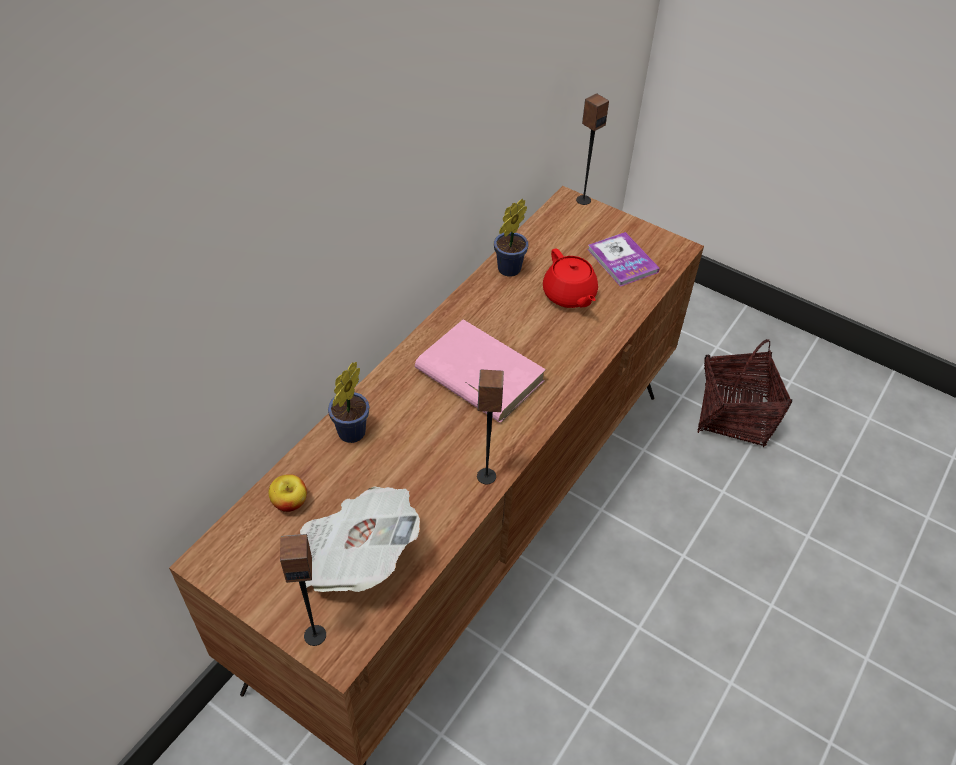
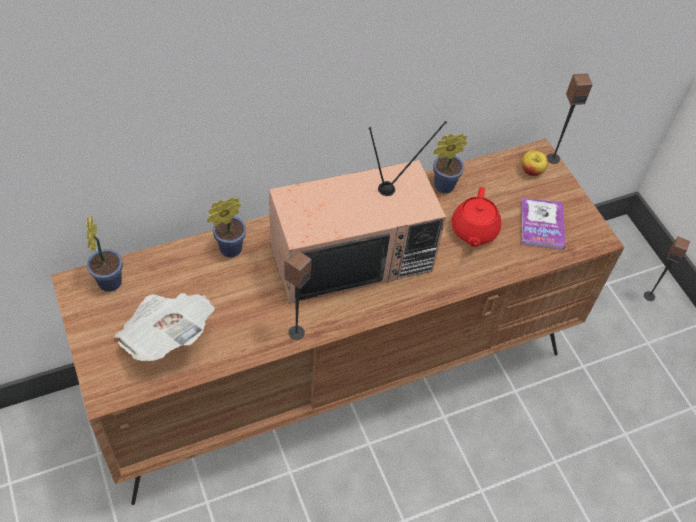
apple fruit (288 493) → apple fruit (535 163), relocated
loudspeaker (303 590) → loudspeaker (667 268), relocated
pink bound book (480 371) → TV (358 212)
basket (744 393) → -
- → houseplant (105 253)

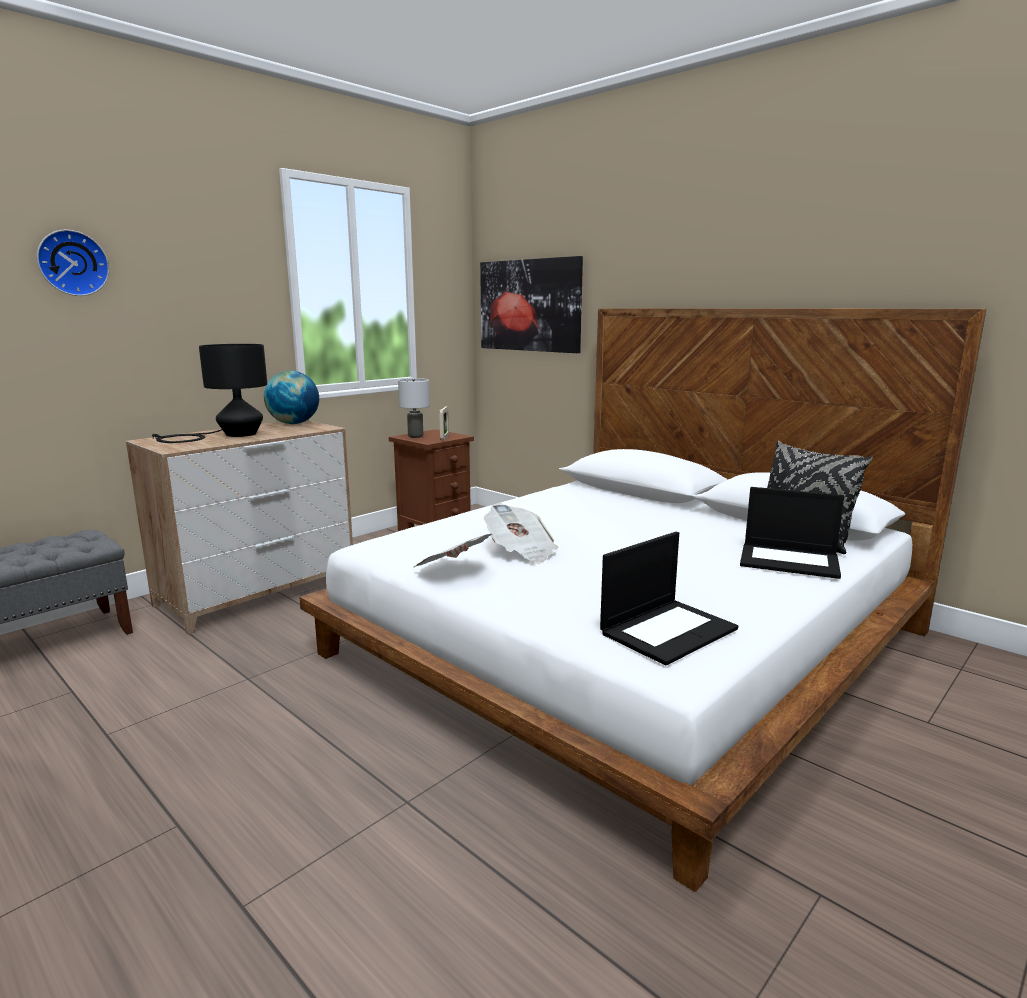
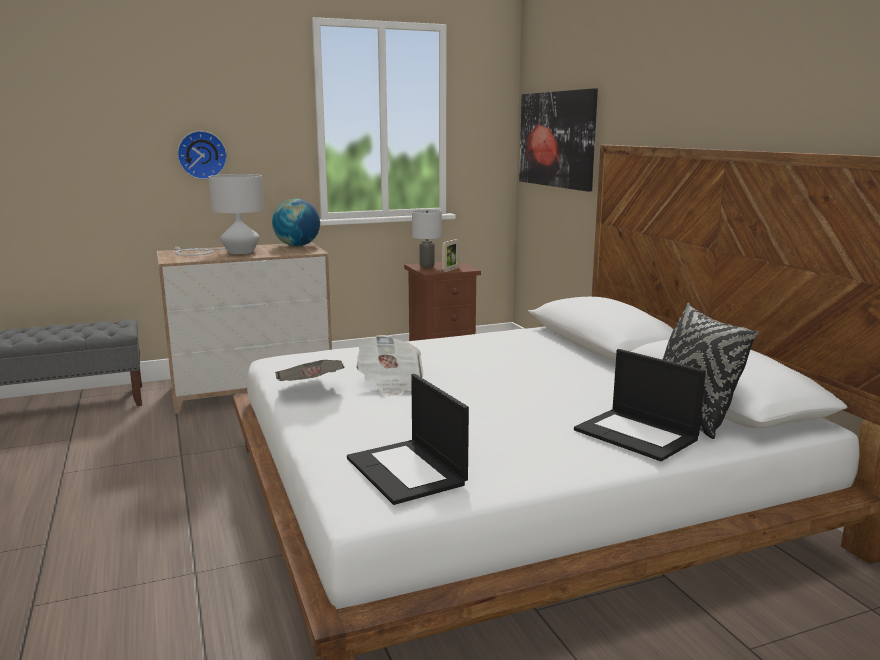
wall clock (73 263) → wall clock (202 155), relocated
black-coloured tabletop lamp (209 393) → white-coloured tabletop lamp (219 215)
notebook computer (669 599) → notebook computer (408 439), 75 degrees clockwise

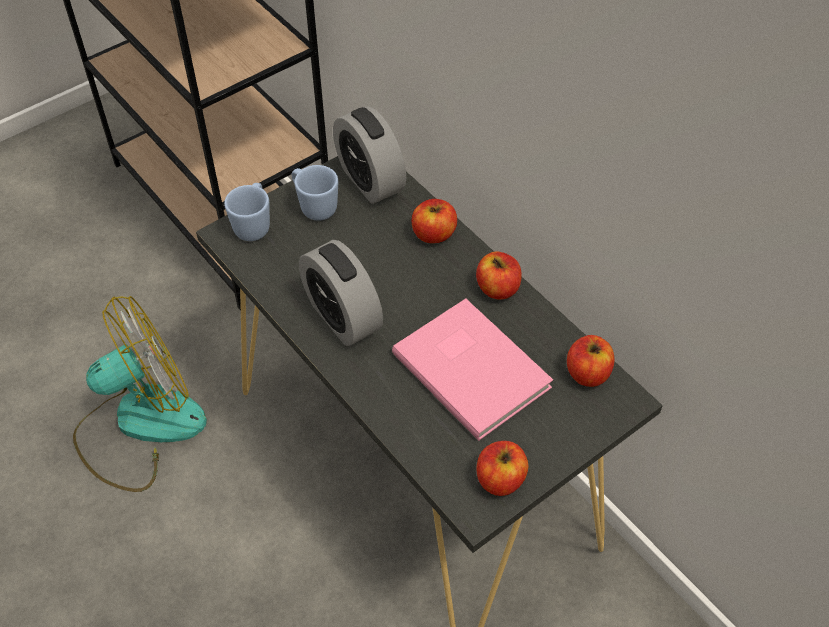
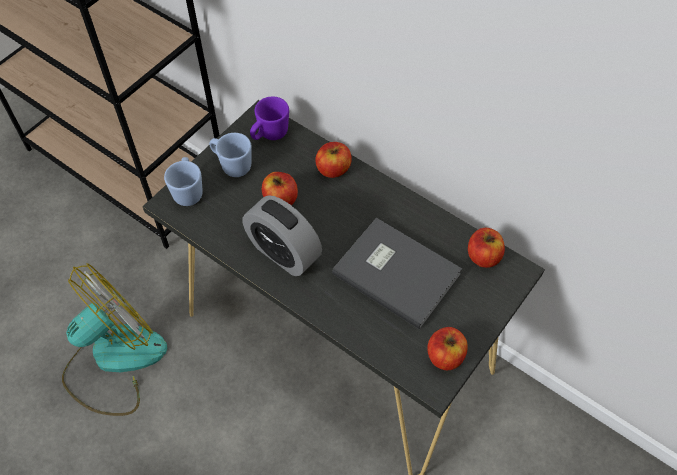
alarm clock (369 155) → purple-coloured coffee mug (269 118)
pink bound book (472 370) → grey bound book (397 273)
apple fruit (499 275) → apple fruit (280 188), relocated

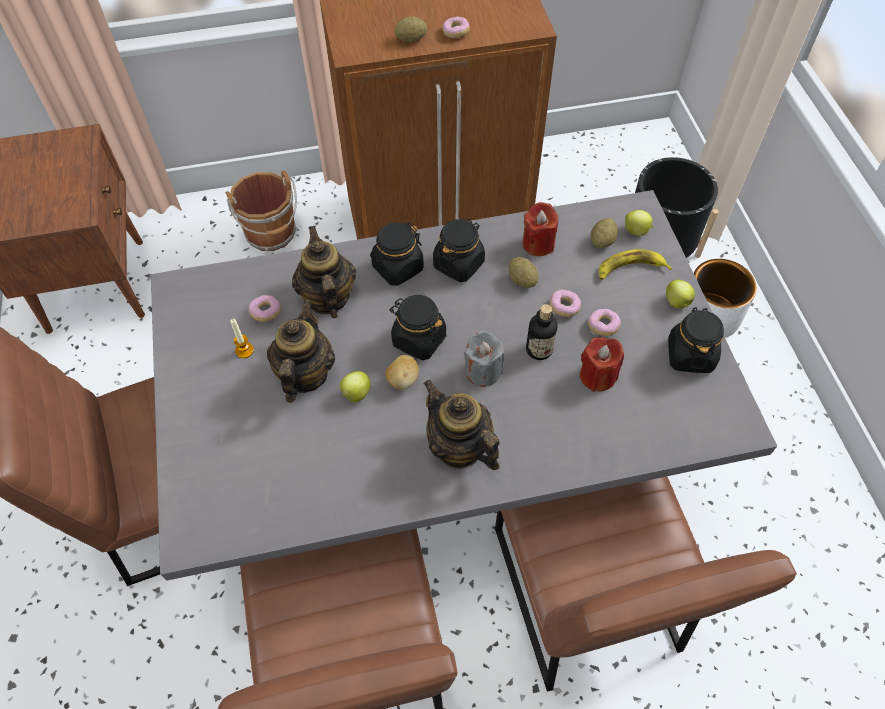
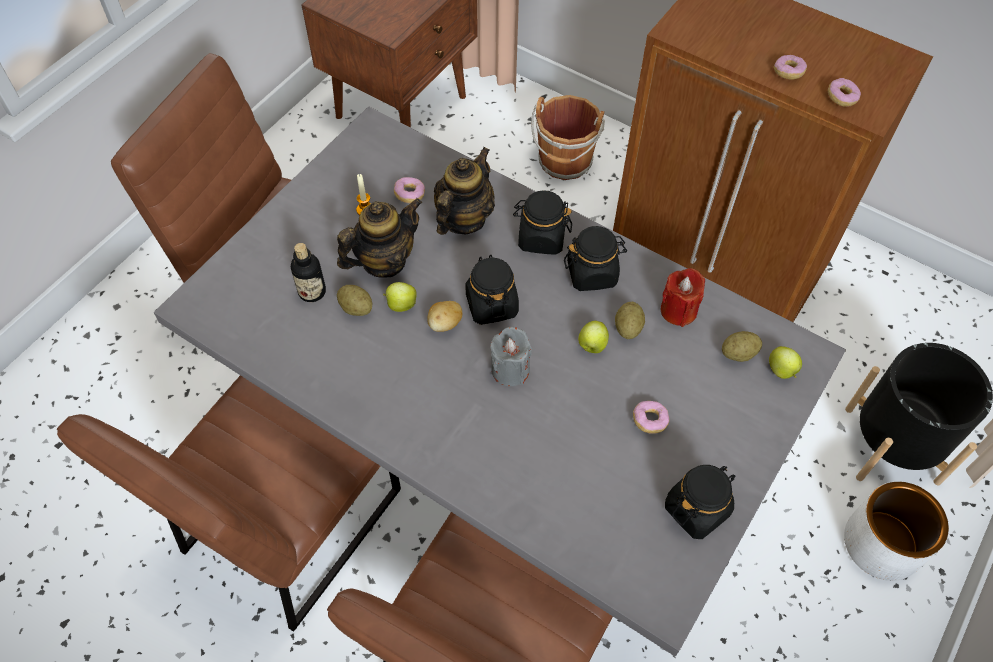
potato (411 30) → potato (354 300), relocated
tea pot (461 425) → -
drink bottle (542 332) → drink bottle (308 272), relocated
doughnut (565 303) → doughnut (844 92), relocated
red wax light (602 364) → -
whole banana (635 264) → -
apple fruit (680 293) → apple fruit (593 337), relocated

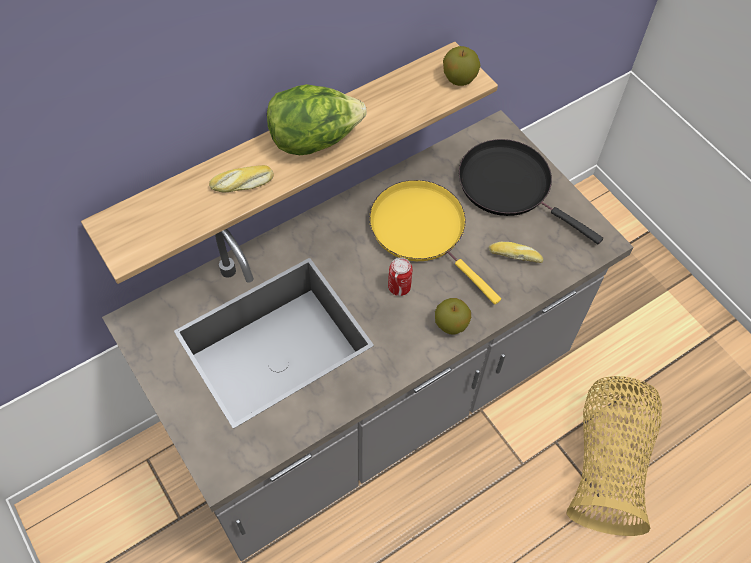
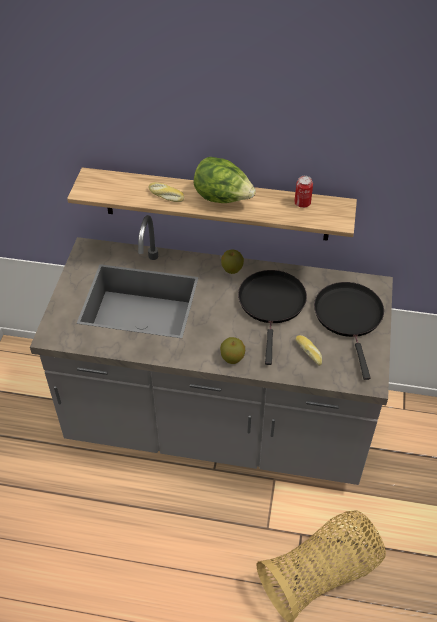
yellow-coloured frying pan (435 242) → black-coloured frying pan (272 317)
metal can (400 276) → metal can (303 192), relocated
apple fruit (461 66) → apple fruit (232 262), relocated

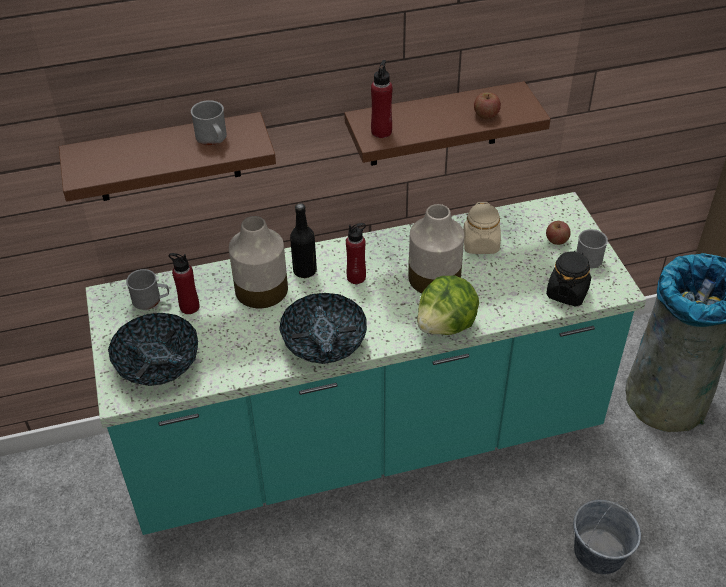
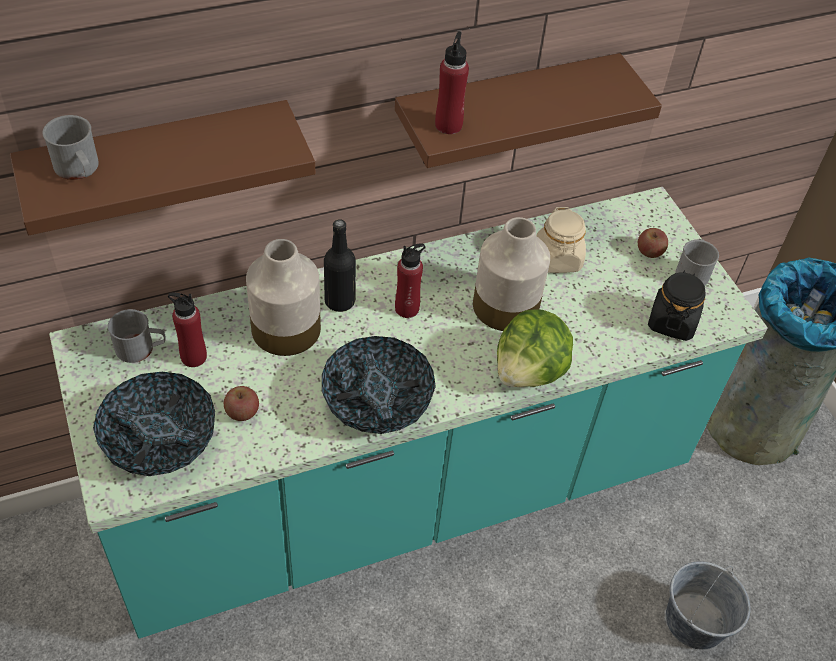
grey coffee mug (209 122) → grey coffee mug (71 147), relocated
apple fruit (487 105) → apple fruit (241 403), relocated

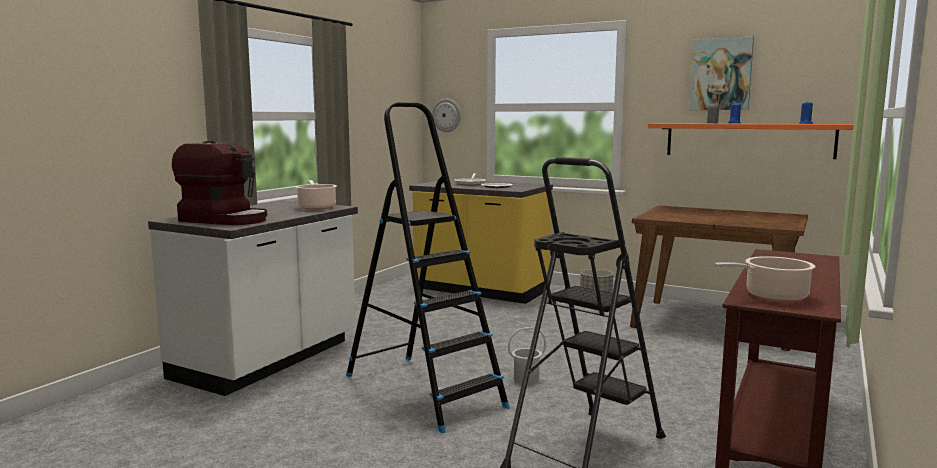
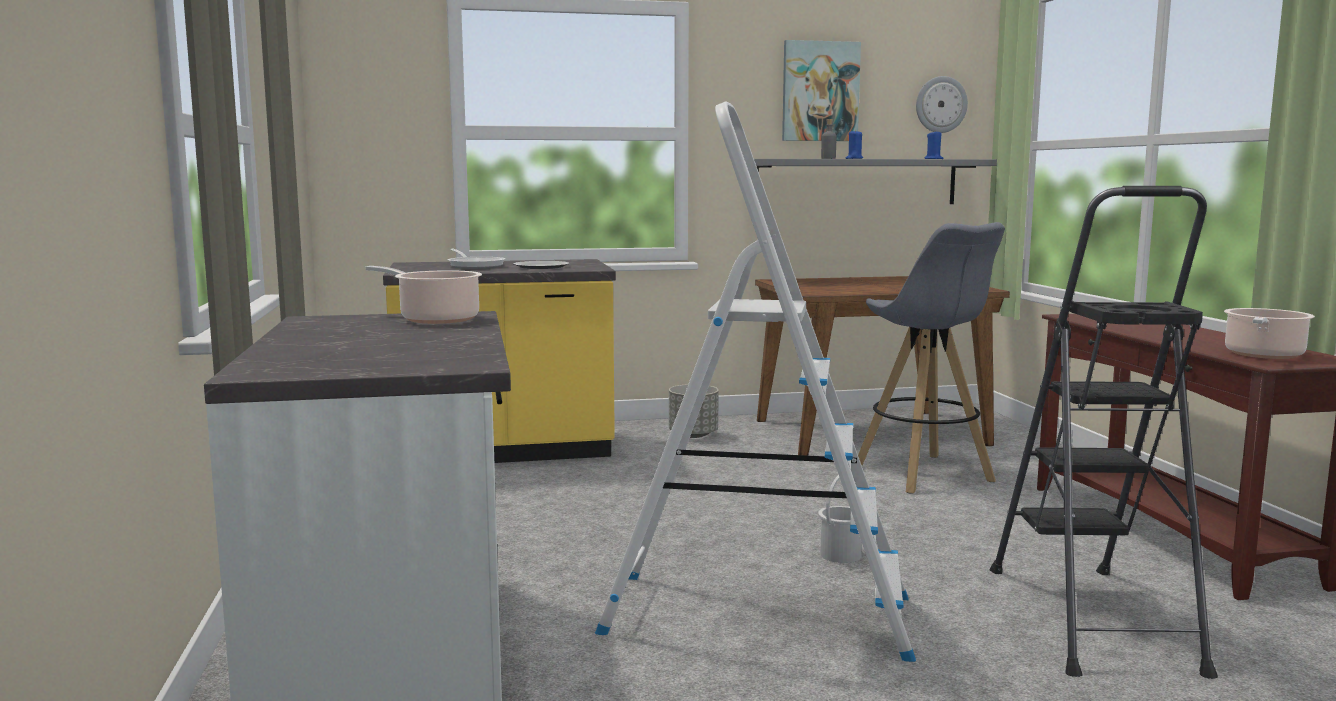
coffee maker (219 183) → -
black-coloured step stool (428 267) → white-coloured step stool (755 382)
wall clock (446 115) → wall clock (942 104), relocated
orange-coloured wall shelf (751 141) → grey wall shelf (875 181)
- → grey stool (931 358)

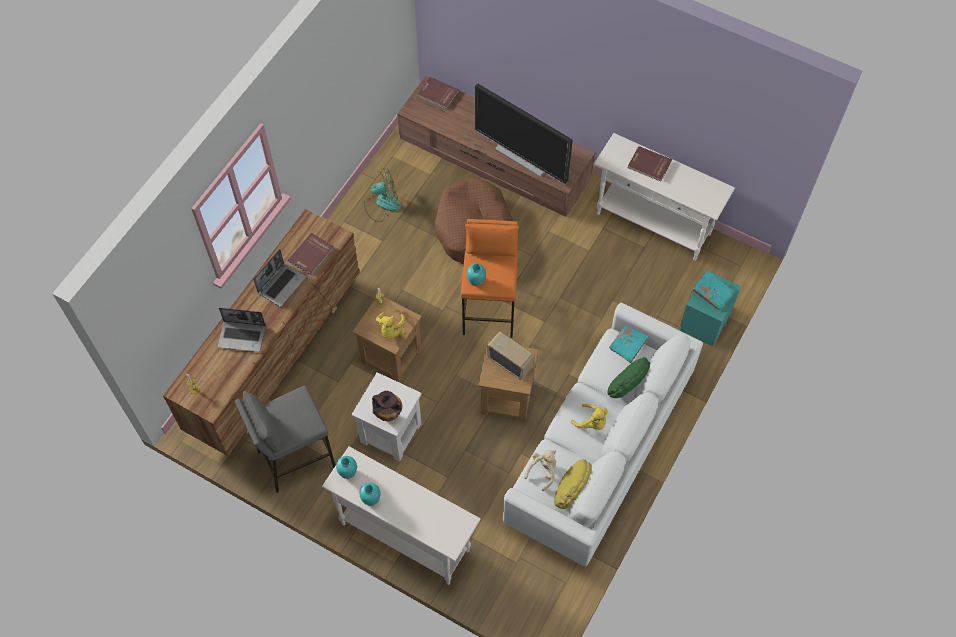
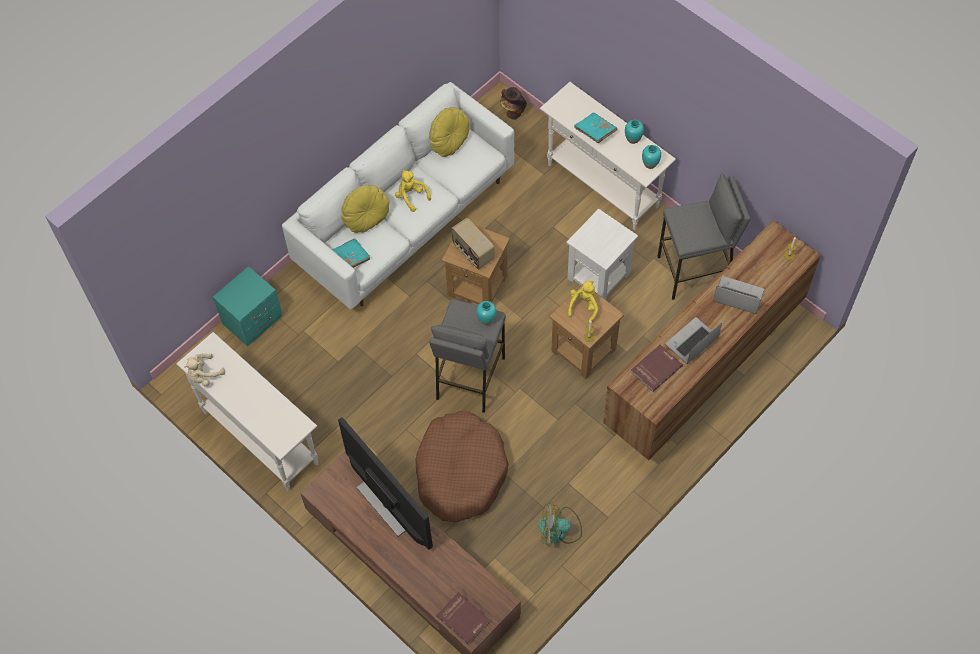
flower vase (387 406) → flower vase (513 103), relocated
orange-coloured stool (490 278) → grey stool (467 356)
beige cuddly toy (540 470) → beige cuddly toy (204 370), relocated
green-coloured cushion (628 377) → yellow-coloured cushion (365 209)
red bound book (650 163) → -
blue-green bound book (713 290) → blue-green bound book (595 128), relocated

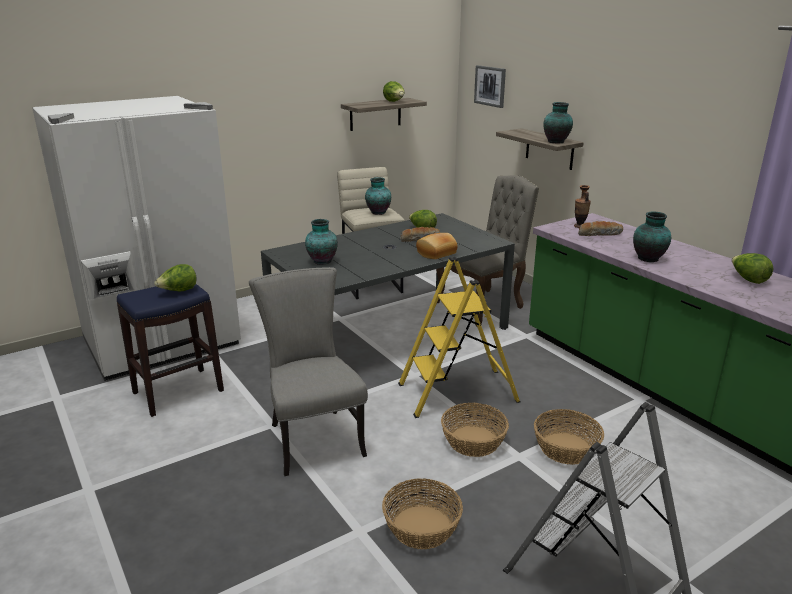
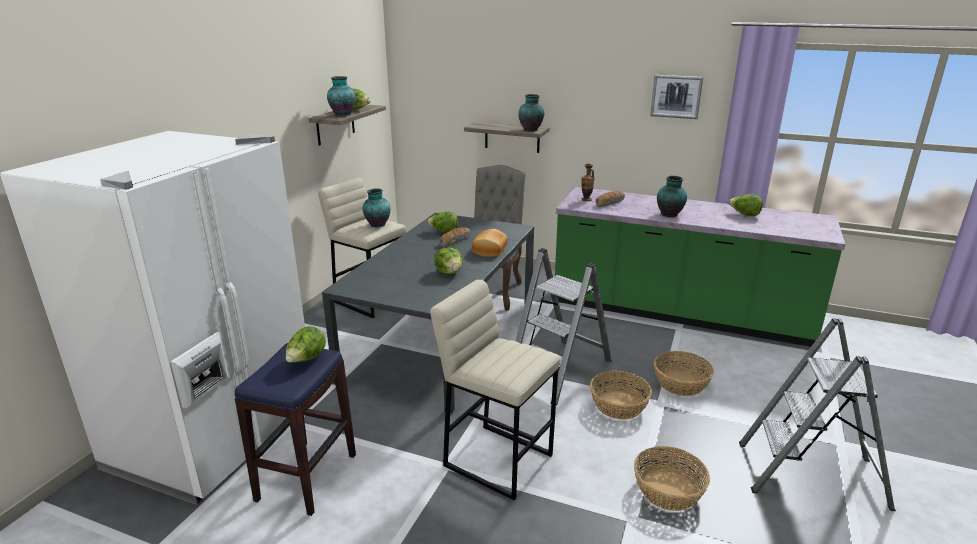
grey chair (308 371) → beige stool (495 390)
flower vase (321 242) → flower vase (341 96), relocated
yellow-coloured step stool (459 337) → grey step stool (564 326)
picture (490 86) → picture (676 97), relocated
- → lettuce head (448 260)

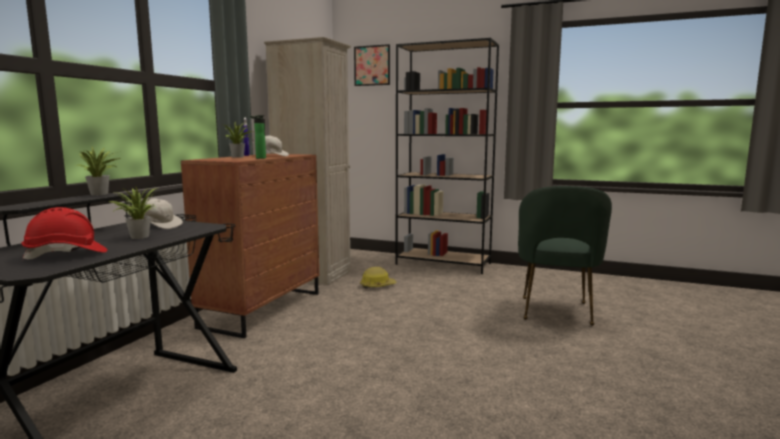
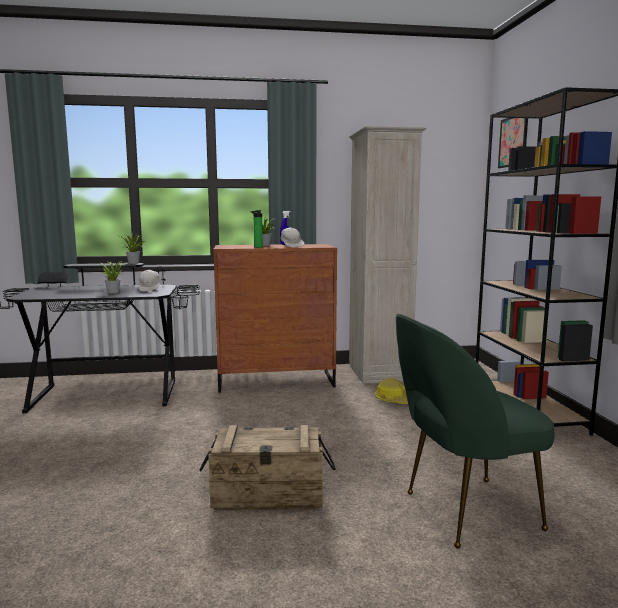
red work helmet (64 233) → -
- → crate (268 467)

